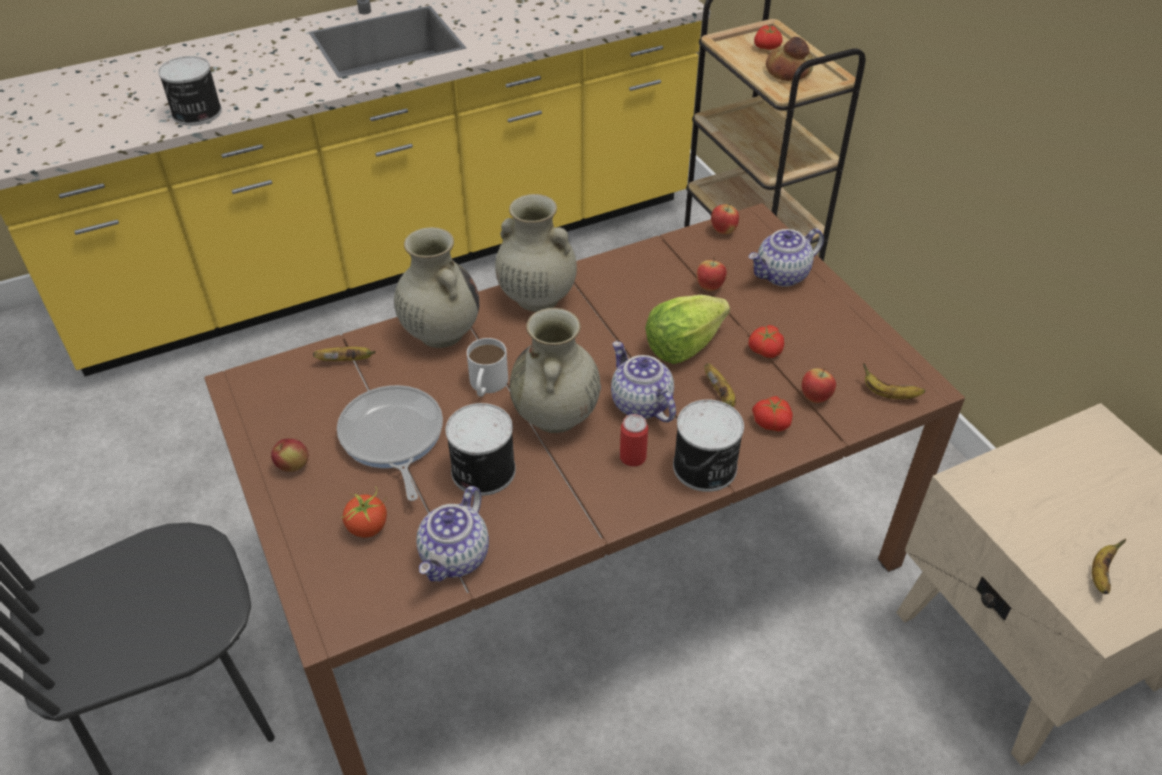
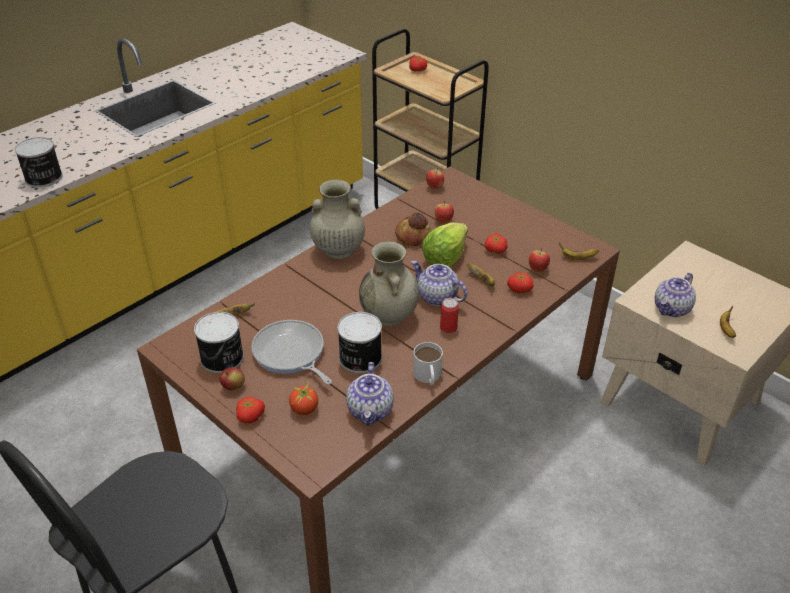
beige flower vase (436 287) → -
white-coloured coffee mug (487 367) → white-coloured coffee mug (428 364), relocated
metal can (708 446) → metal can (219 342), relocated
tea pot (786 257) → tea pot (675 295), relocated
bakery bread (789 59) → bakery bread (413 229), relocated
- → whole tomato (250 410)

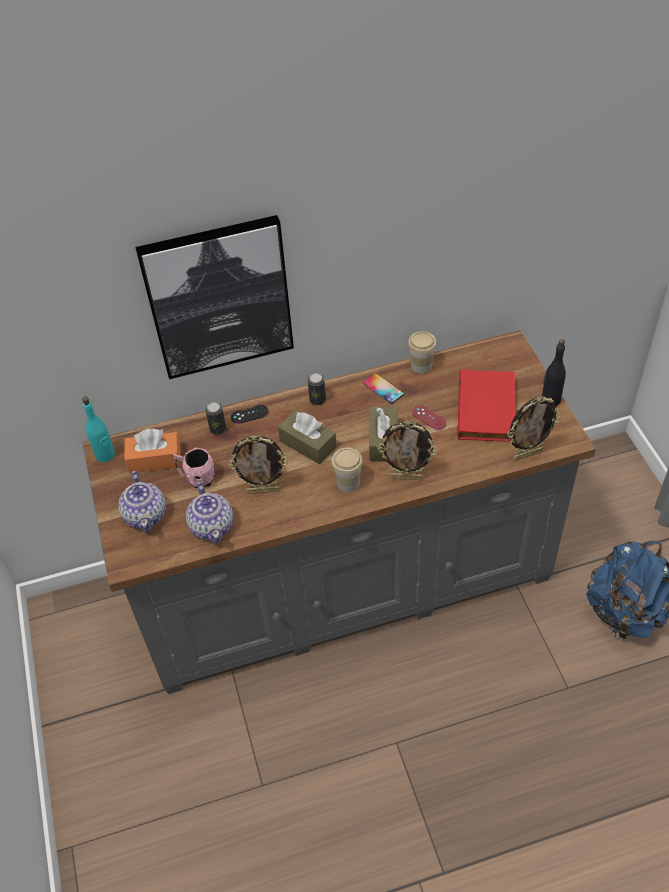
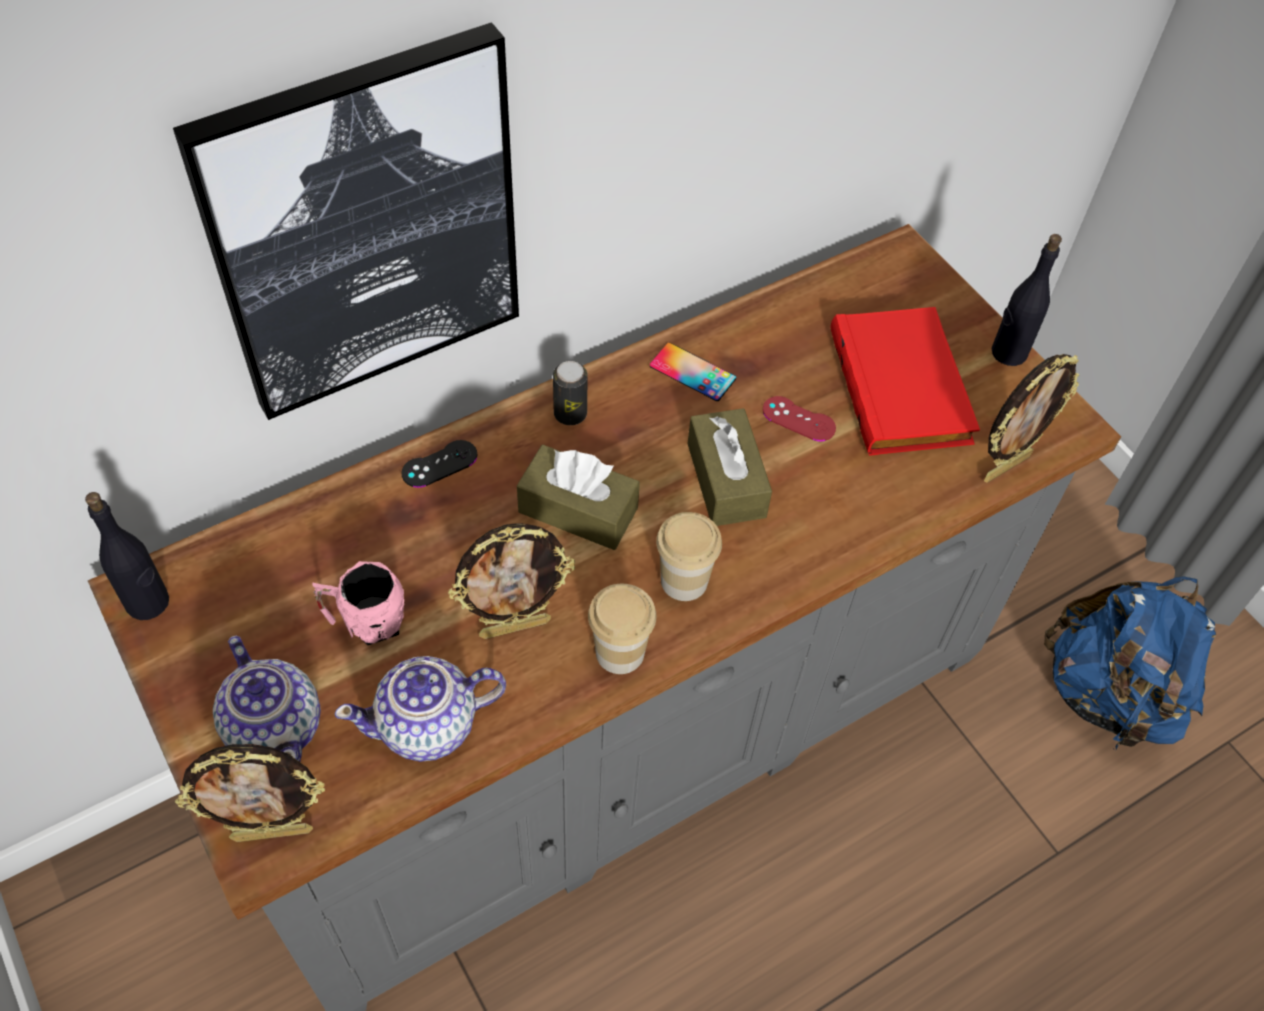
blue-green drink bottle (98 429) → black-coloured drink bottle (127 556)
orange-coloured tissue holder (152 451) → -
tea pot (209 513) → tea pot (420 709), 105 degrees clockwise
metal can (215 418) → -
standing frame (407 450) → standing frame (250 793), relocated
drinking cup (422 352) → drinking cup (622 629), relocated

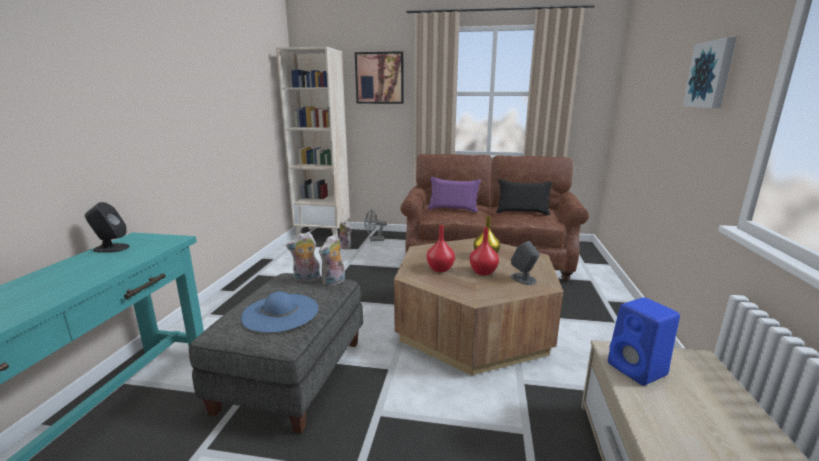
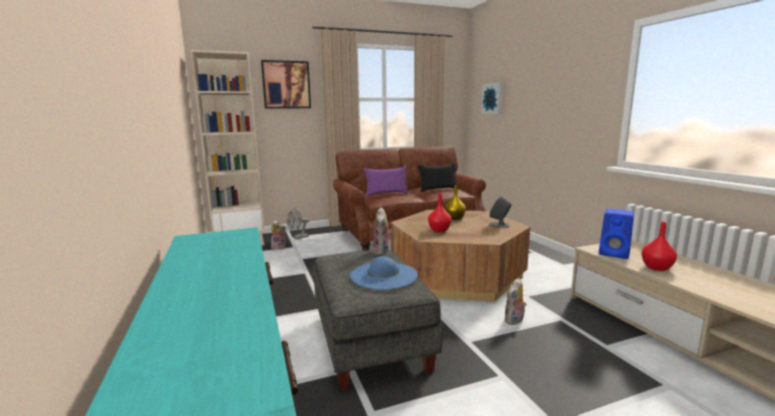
black-coloured loudspeaker (107 227) → -
cuddly toy (303 257) → cuddly toy (515 301), relocated
red flower vase (484 251) → red flower vase (659 246), relocated
picture (709 72) → picture (492 98), relocated

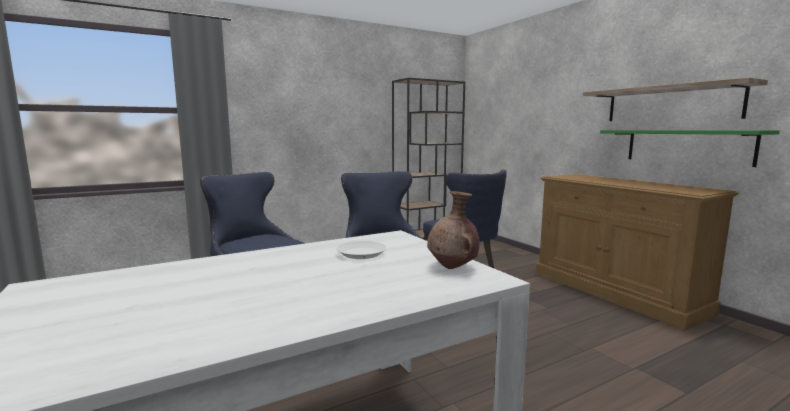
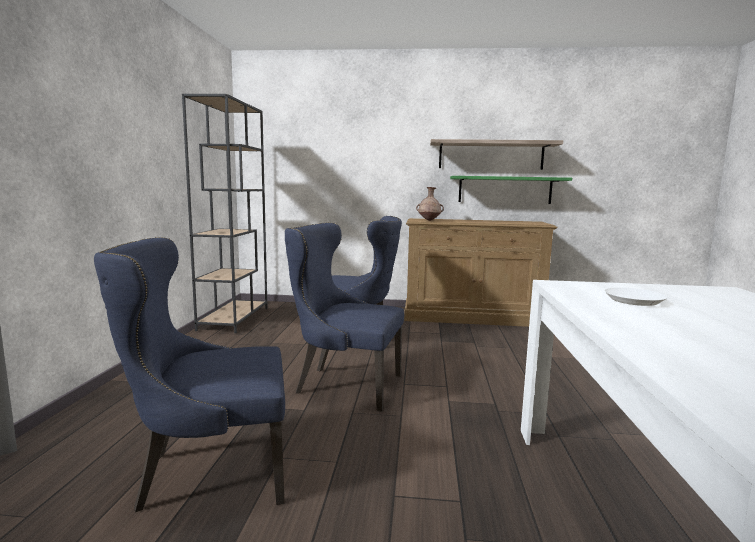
brown flower vase (453 230) → brown flower vase (430 204), relocated

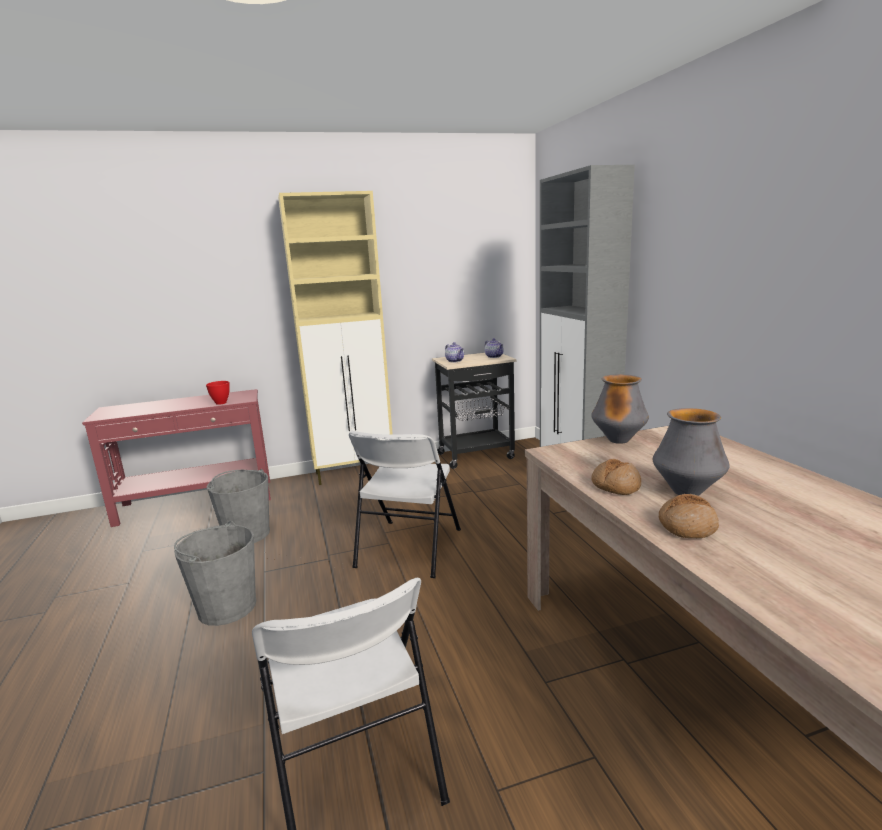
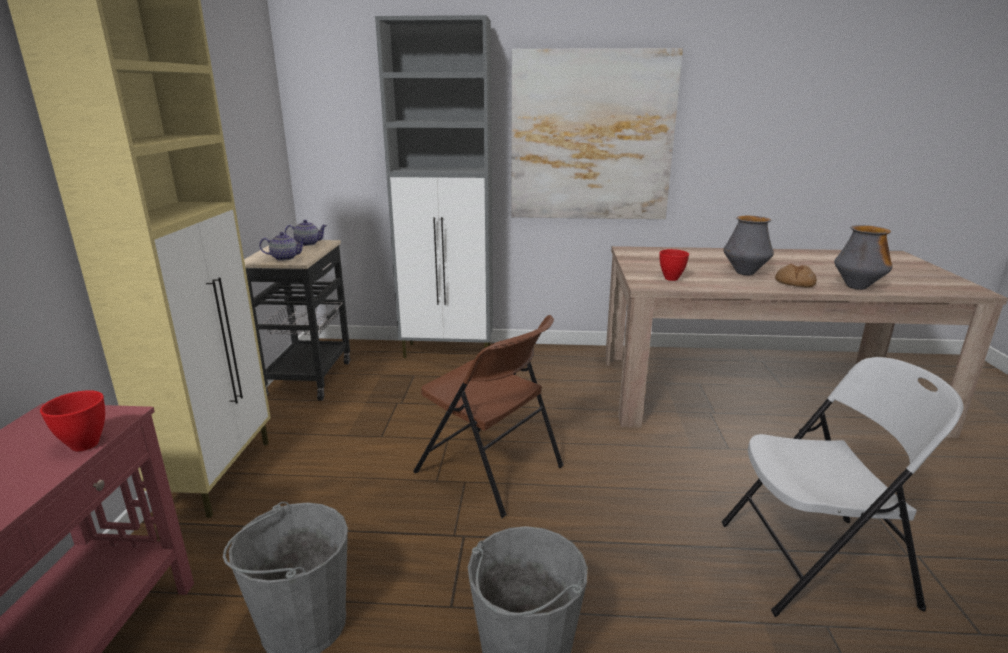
white-coloured chair (405 504) → brown chair (488 416)
flower vase (620 409) → flower vase (863 257), relocated
bakery bread (616 477) → -
- → picture (597 133)
- → red deep dish (674 265)

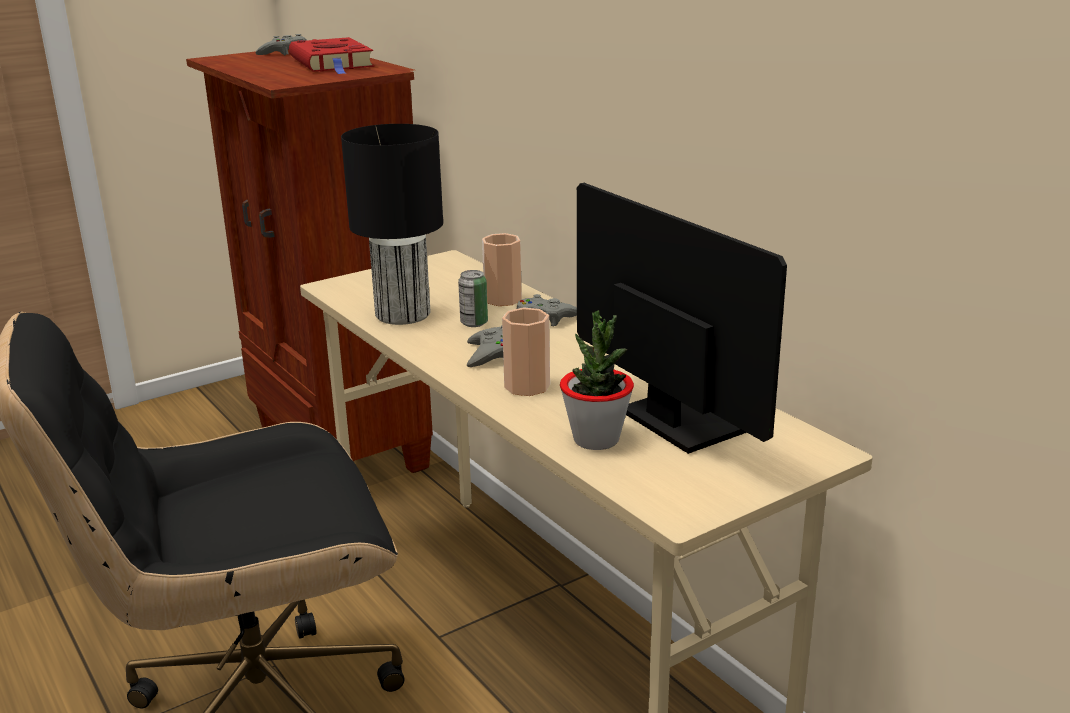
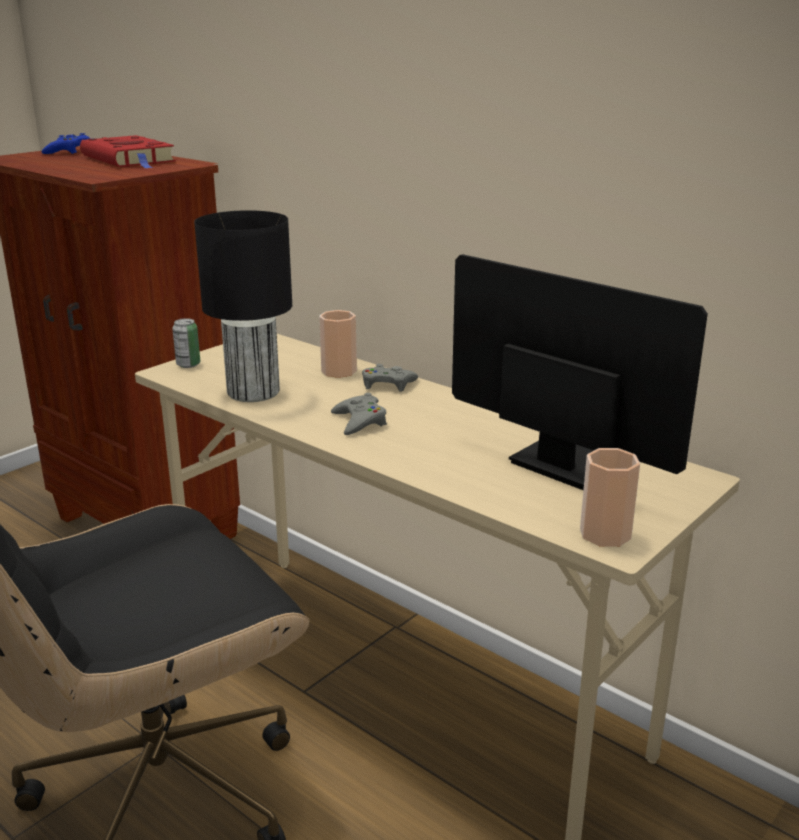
grey joypad (281 44) → bluish joypad (66 143)
metal can (473 298) → metal can (186 343), relocated
drinking cup (526 352) → drinking cup (610 497), relocated
houseplant (597 380) → -

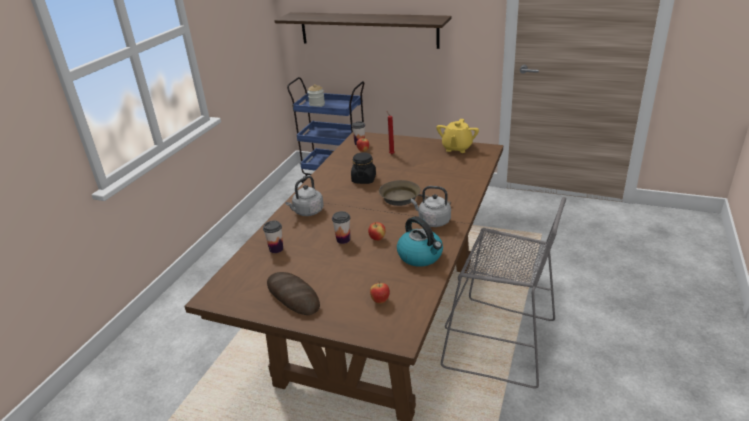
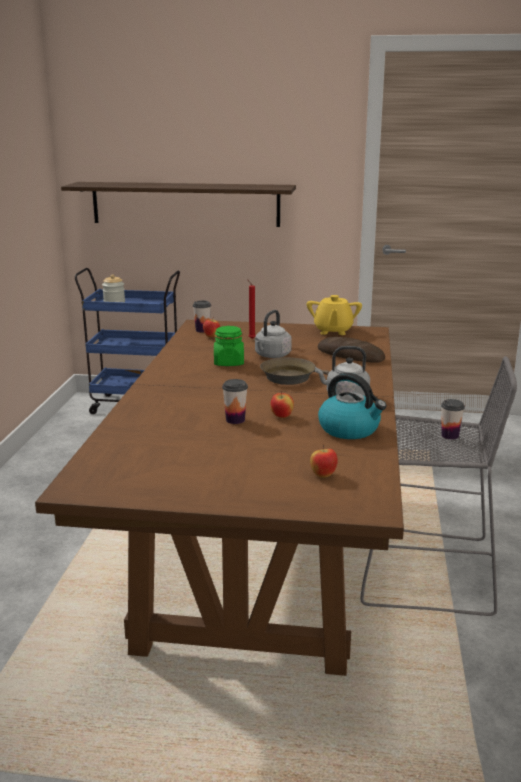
drinking cup (273 237) → drinking cup (453 419), relocated
bakery bread (293 293) → bakery bread (351 350), relocated
grey tea kettle (304 196) → grey tea kettle (273 334), relocated
black-coloured jar (363 168) → green-coloured jar (229 346)

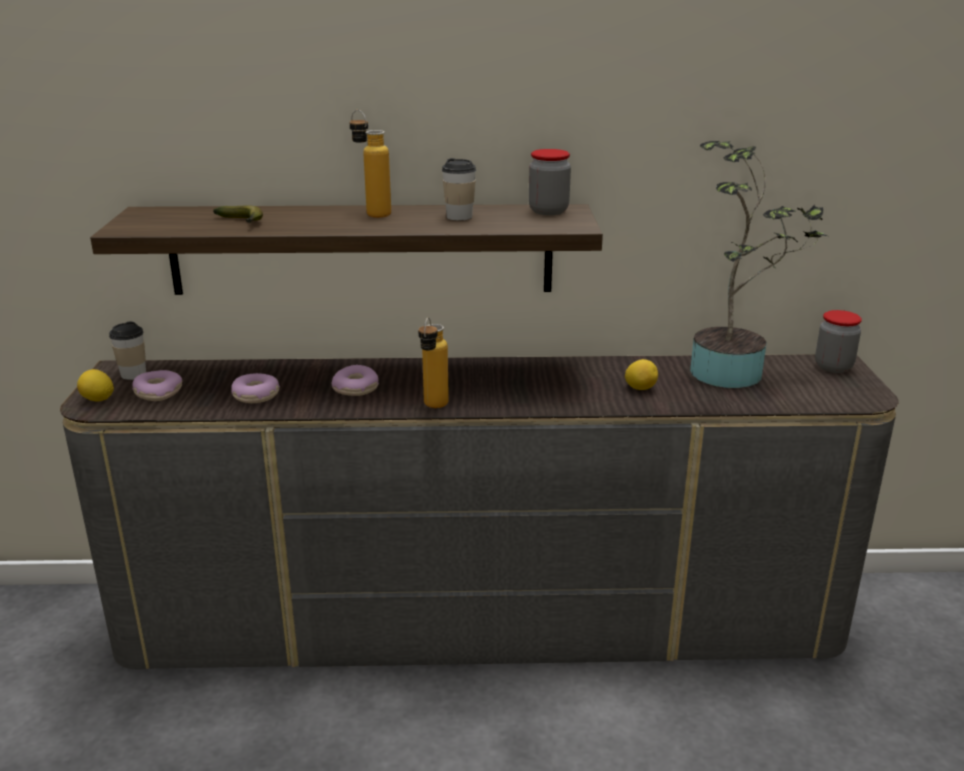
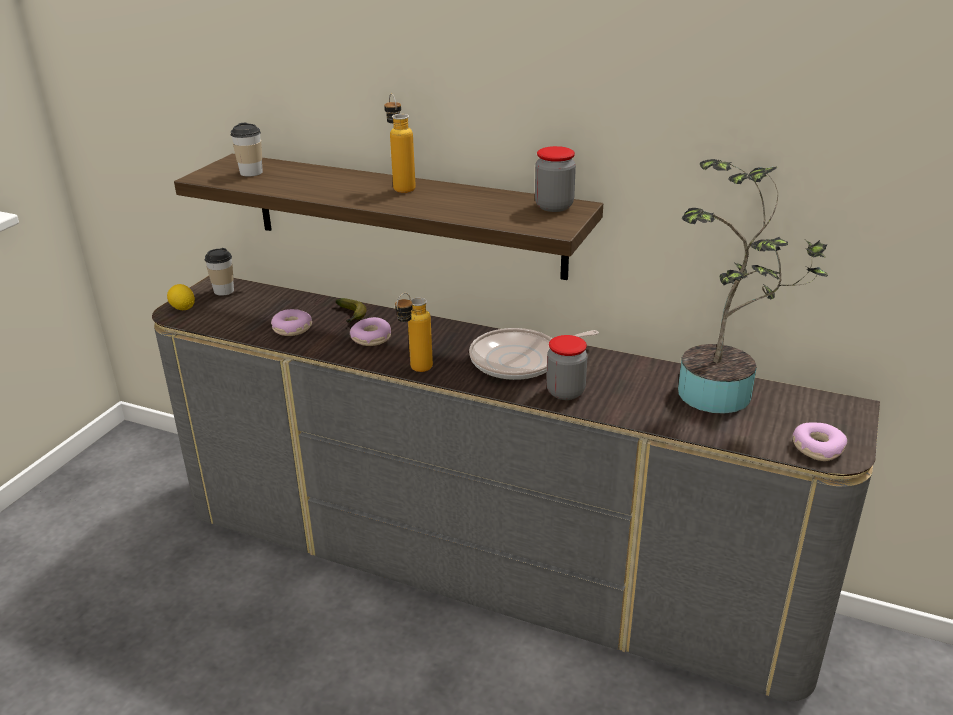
doughnut (157 385) → doughnut (820 441), relocated
whole banana (238 214) → whole banana (351 310), relocated
drinking cup (459 189) → drinking cup (246 150), relocated
whole lemon (641 374) → -
jar (838 341) → jar (567 367), relocated
- → frying pan (534 354)

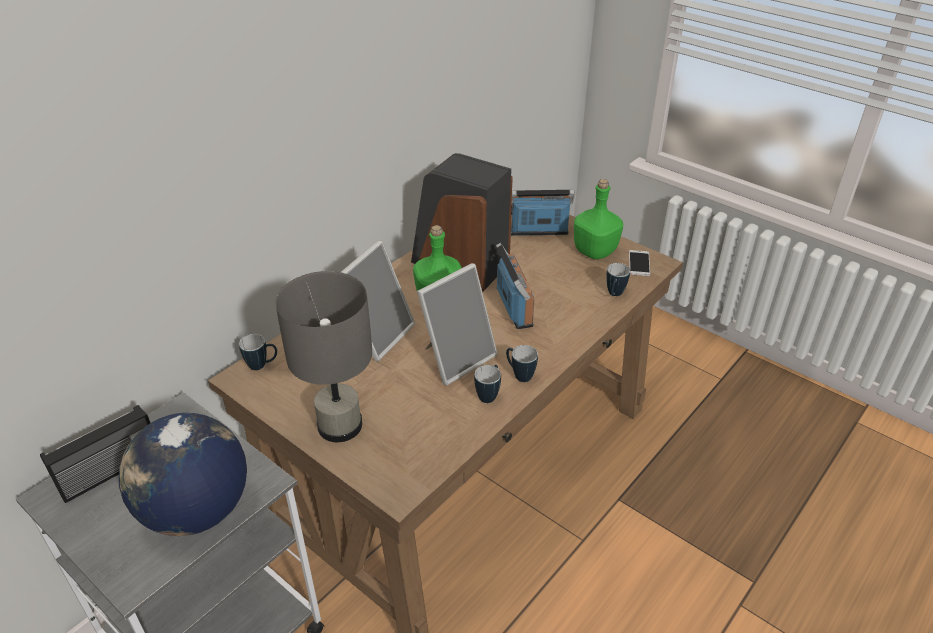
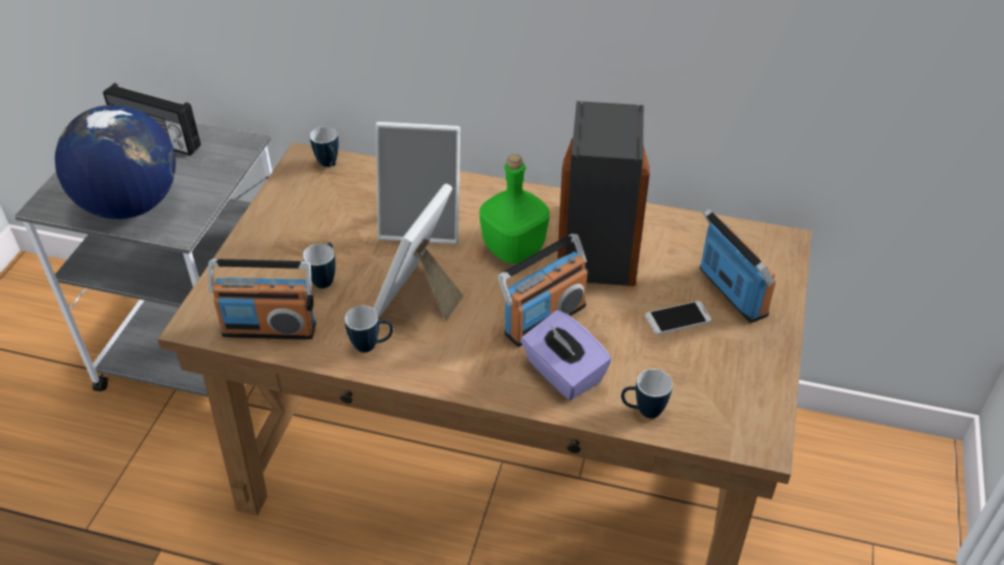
grey tabletop lamp (324 356) → -
standing frame (457 324) → standing frame (418 252), 90 degrees clockwise
coffee mug (522 363) → coffee mug (319 265), relocated
green-coloured drink bottle (598 219) → -
telephone (639 263) → telephone (678 318), relocated
- → radio receiver (262 299)
- → purple-coloured tissue holder (566 355)

